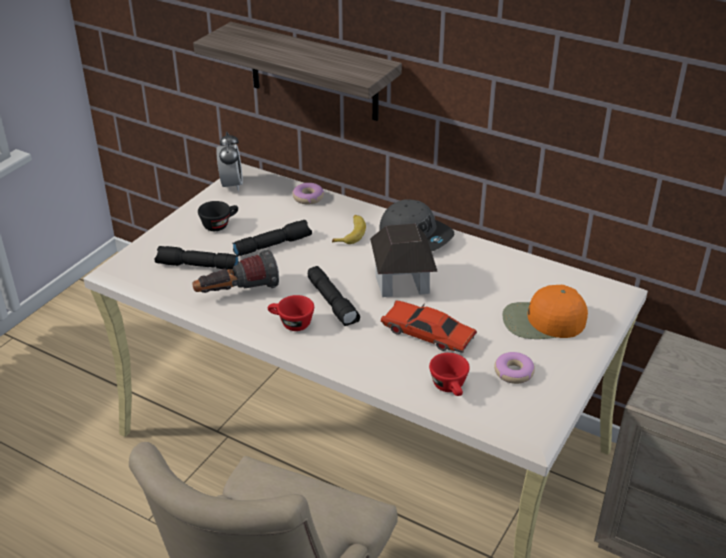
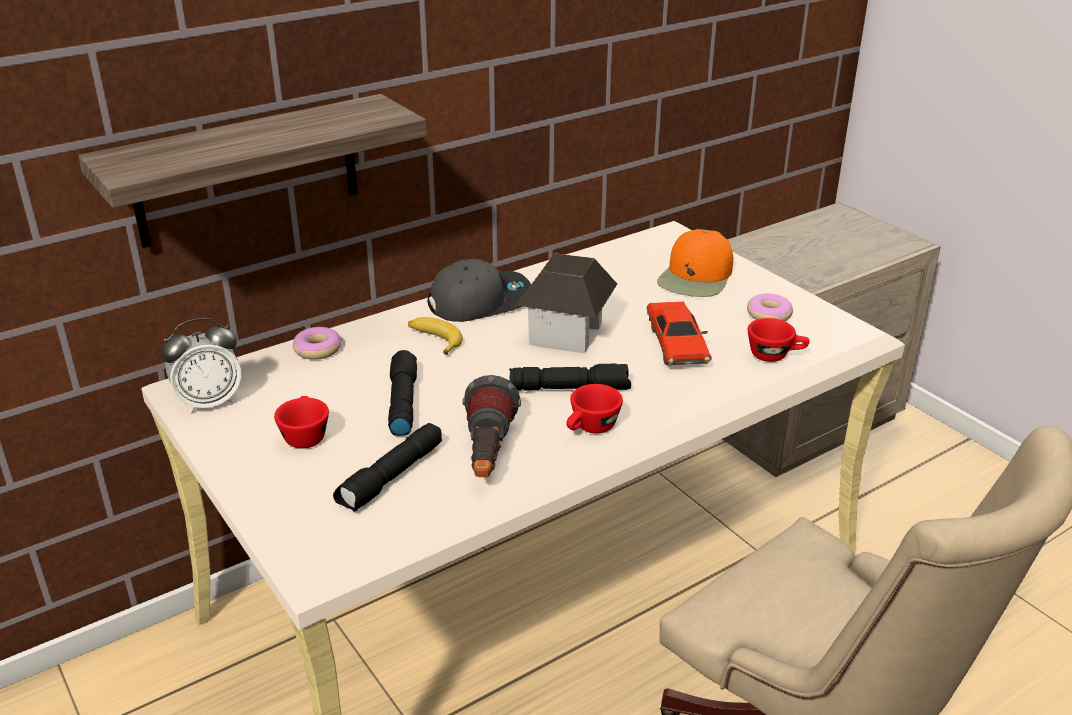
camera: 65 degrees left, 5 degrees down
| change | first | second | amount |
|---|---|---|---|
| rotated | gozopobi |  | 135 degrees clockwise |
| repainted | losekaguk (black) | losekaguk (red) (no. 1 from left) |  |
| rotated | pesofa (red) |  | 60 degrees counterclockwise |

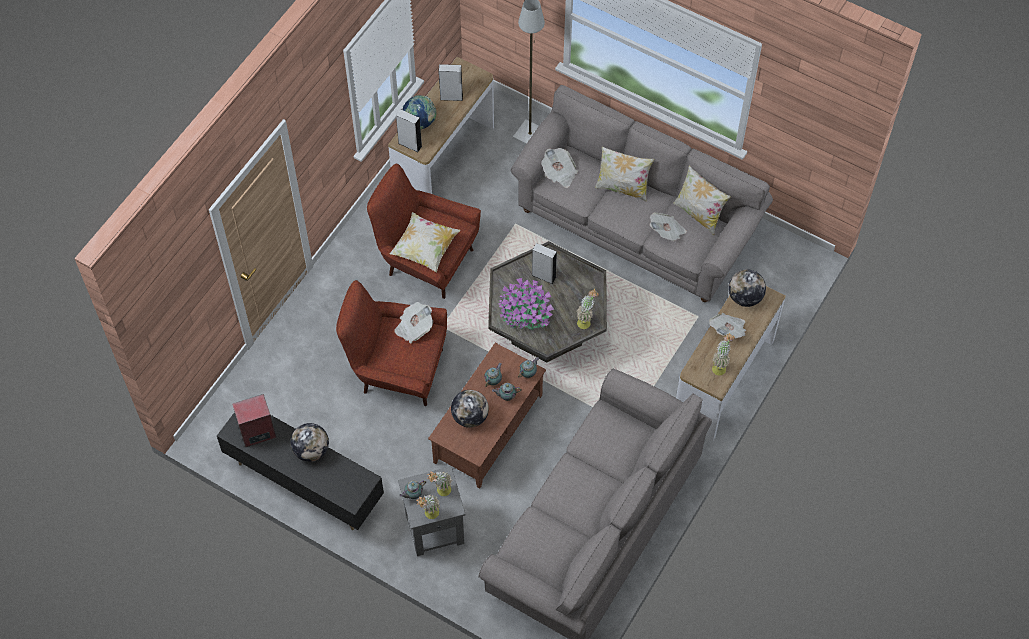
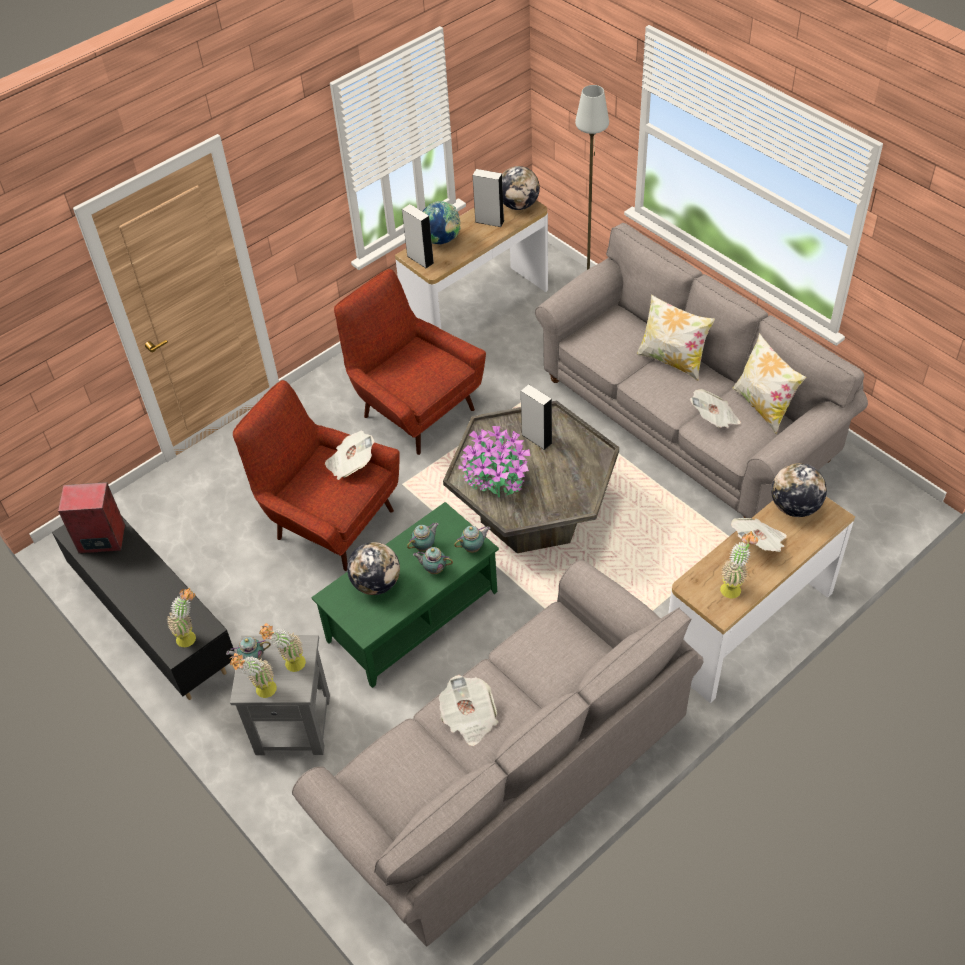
camera: 20 degrees right, 10 degrees down
| change | first | second | amount |
|---|---|---|---|
| shifted | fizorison (no. 4 from left in the first image) | fizorison (no. 1 from left) |  |
| repainted | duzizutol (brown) | duzizutol (green) |  |
| shifted | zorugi (no. 2 from left) |  |  |
| shifted | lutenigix (no. 1 from left in the first image) | lutenigix (no. 3 from left) |  |
| gone | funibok (no. 1 from left) |  |  |

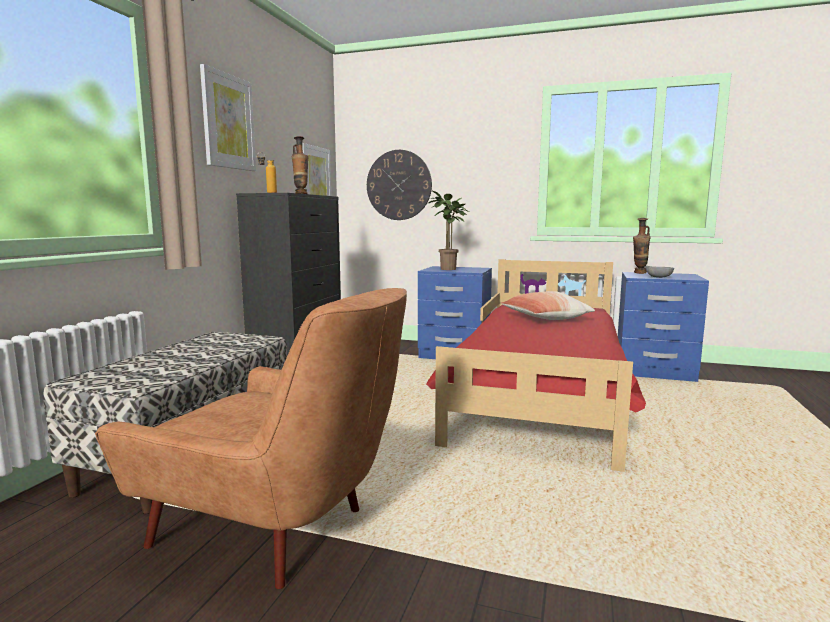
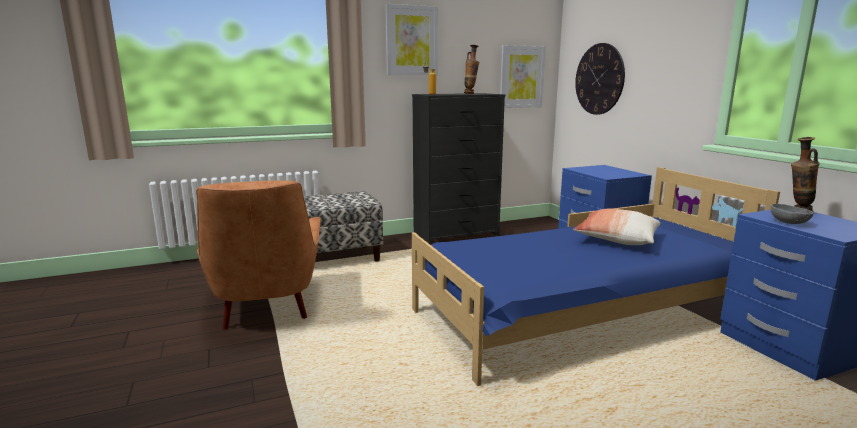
camera: 50 degrees right, 5 degrees up
| change | first | second | amount |
|---|---|---|---|
| repainted | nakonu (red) | nakonu (blue) |  |
| gone | fizorison |  |  |

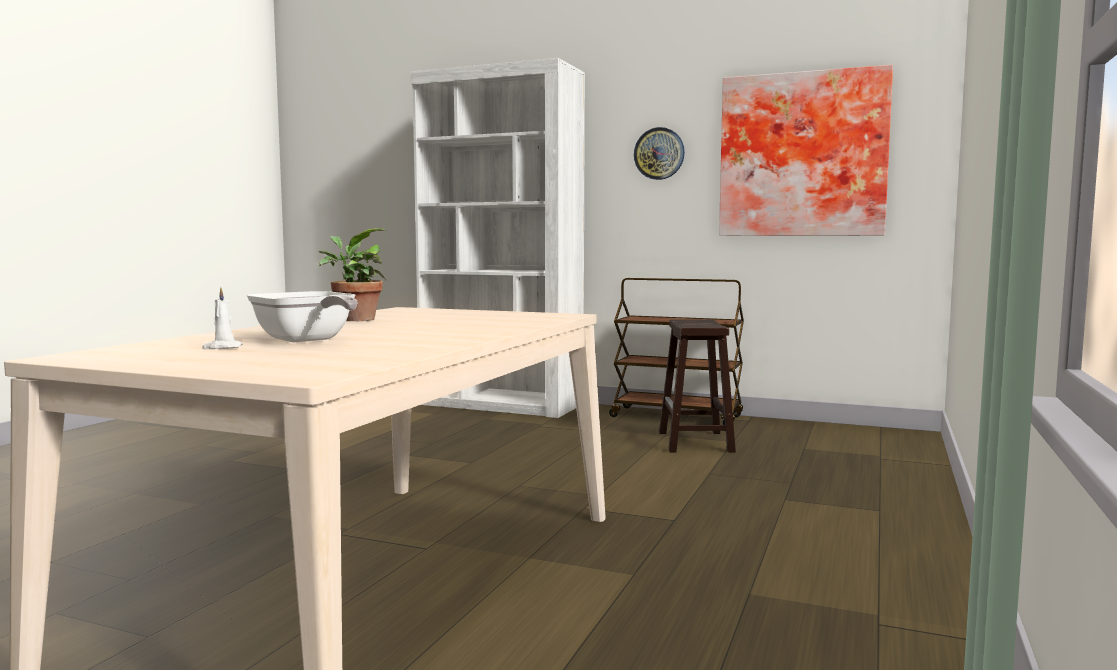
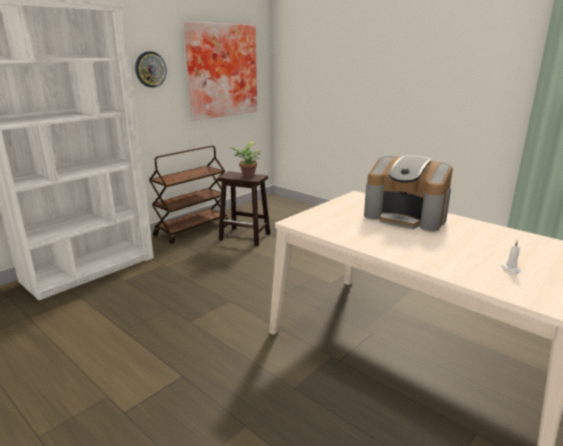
camera: 70 degrees left, 15 degrees up
| change | first | second | amount |
|---|---|---|---|
| shifted | fizorison |  |  |
| new |  | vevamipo |  |
| gone | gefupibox |  |  |

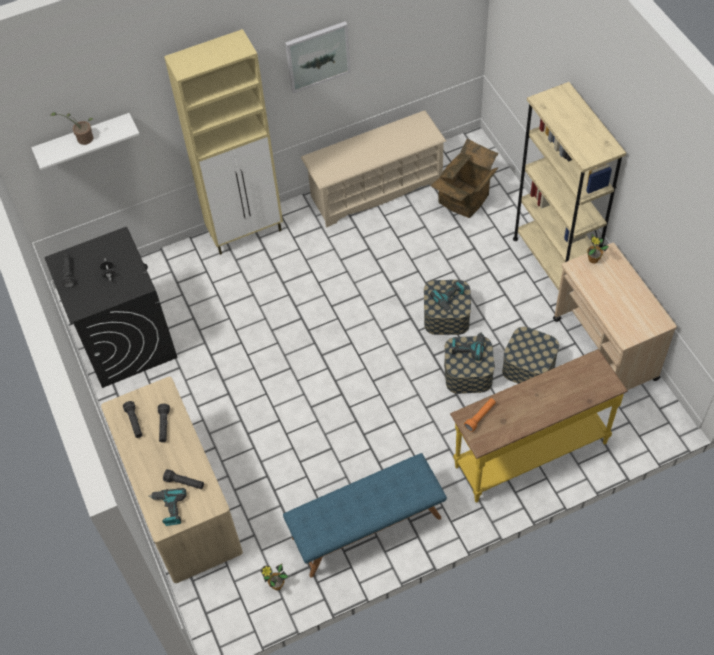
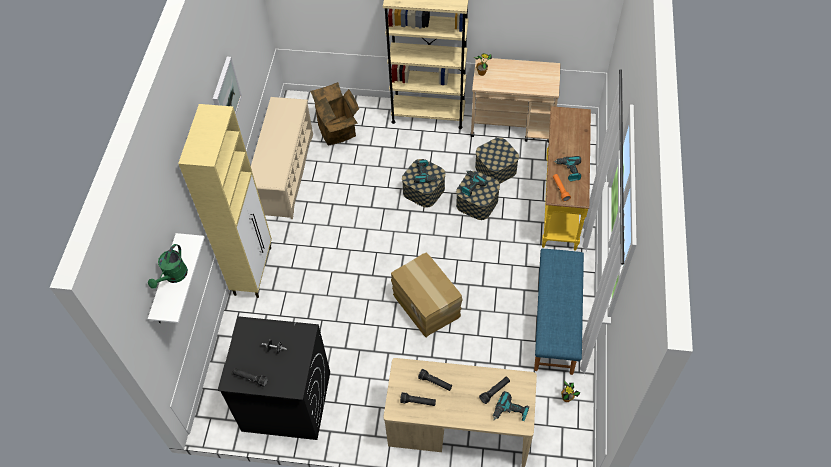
camera: 60 degrees left, 0 degrees up
| change | first | second | amount |
|---|---|---|---|
| swapped | fizorison (no. 1 from left) | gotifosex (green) |  |
| new |  | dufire (no. 2 from left) |  |
| new |  | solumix (no. 4 from left) |  |

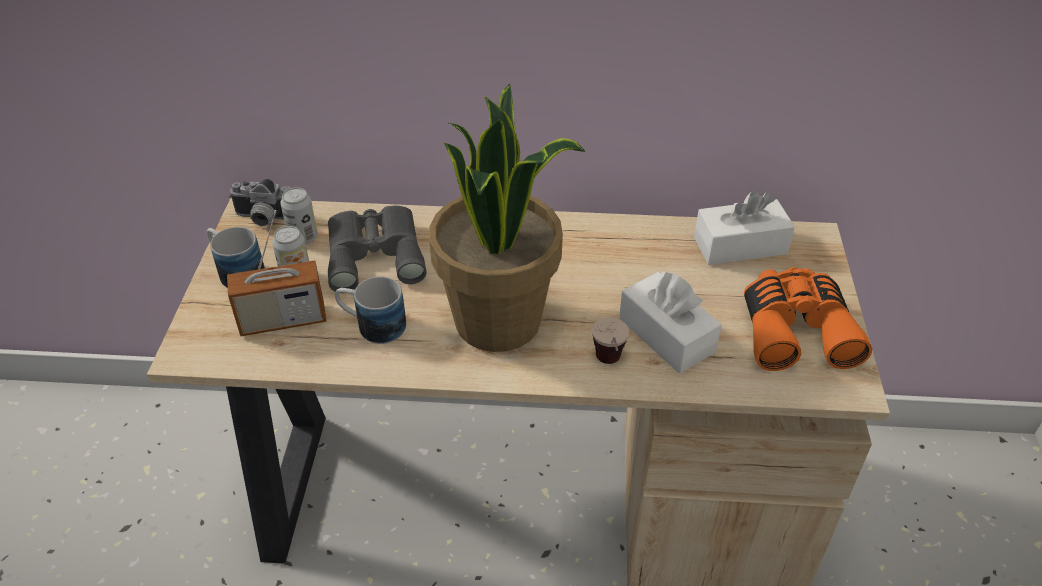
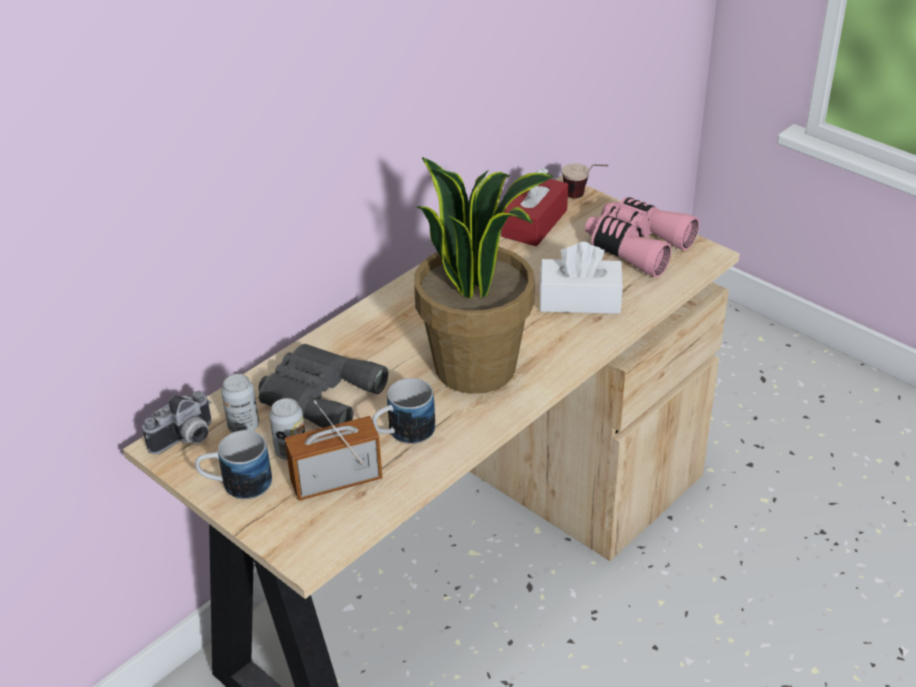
camera: 50 degrees left, 5 degrees down
| change | first | second | amount |
|---|---|---|---|
| rotated | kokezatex |  | 135 degrees counterclockwise |
| repainted | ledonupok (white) (no. 2 from left) | ledonupok (red) |  |
| shifted | losekaguk |  |  |
| repainted | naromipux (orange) | naromipux (pink) |  |

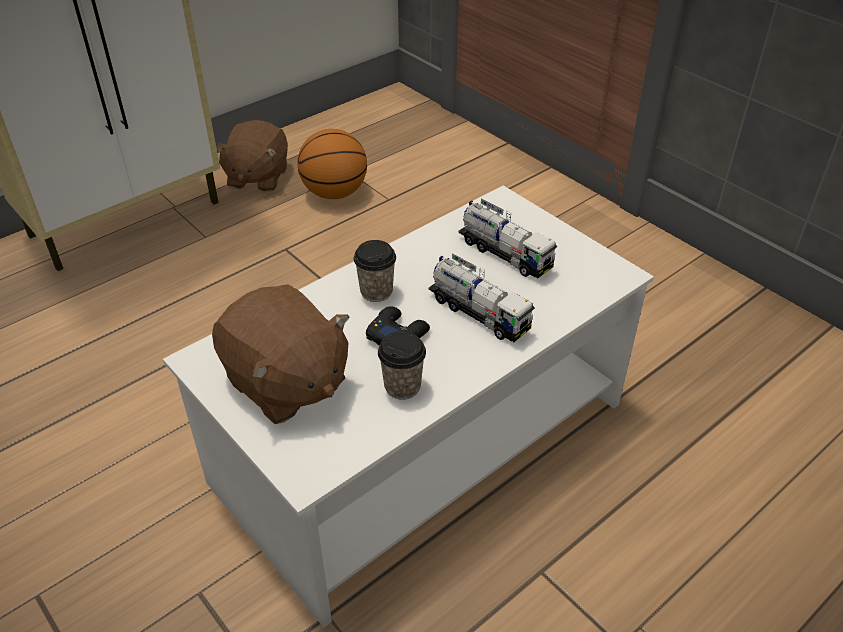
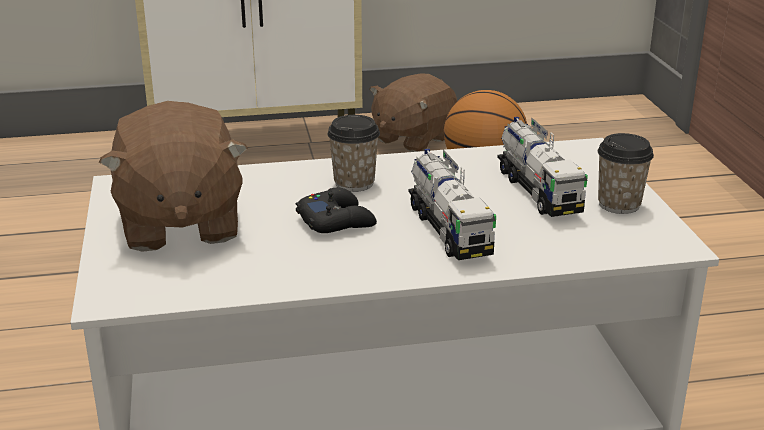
camera: 30 degrees right, 15 degrees down
| change | first | second | amount |
|---|---|---|---|
| shifted | losekaguk (no. 2 from left) |  |  |

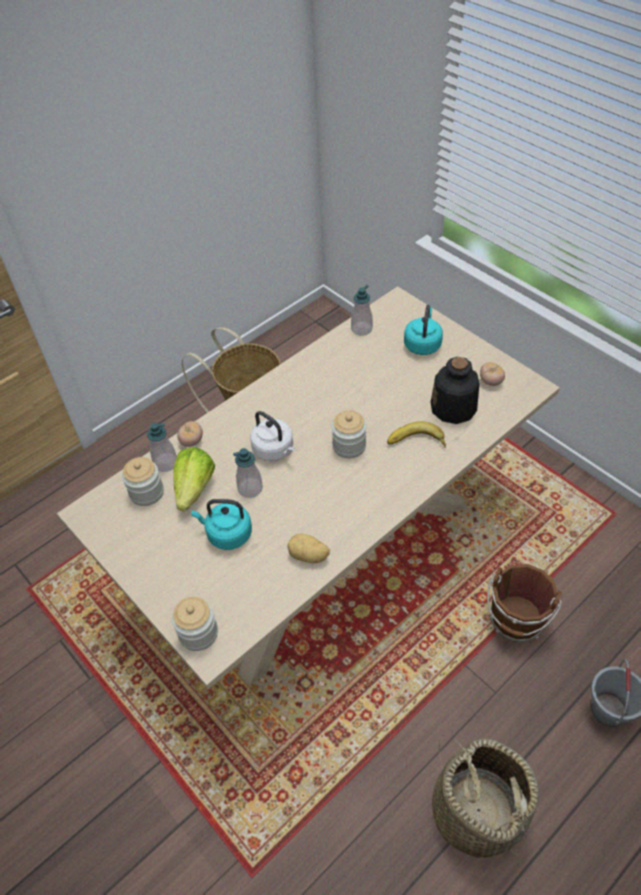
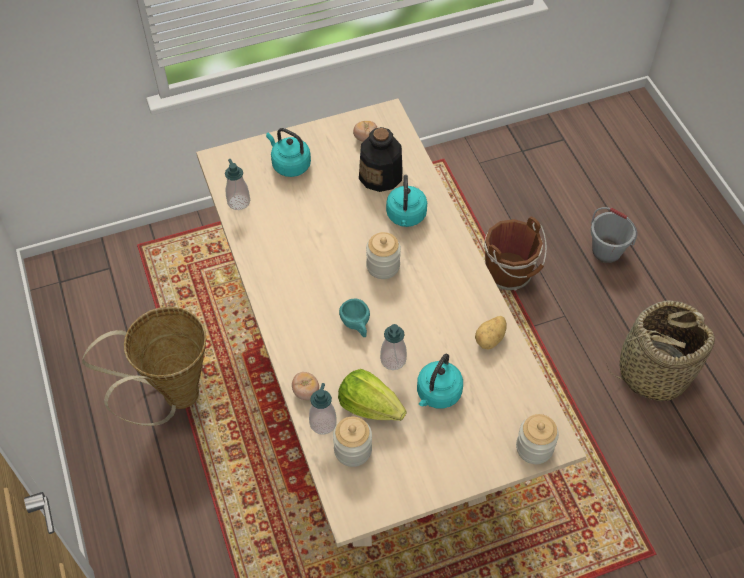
camera: 70 degrees left, 5 degrees up
| change | first | second | amount |
|---|---|---|---|
| swapped | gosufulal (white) | losekaguk (turquoise) |  |
| swapped | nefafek | gosufulal (turquoise) (no. 2 from left) |  |

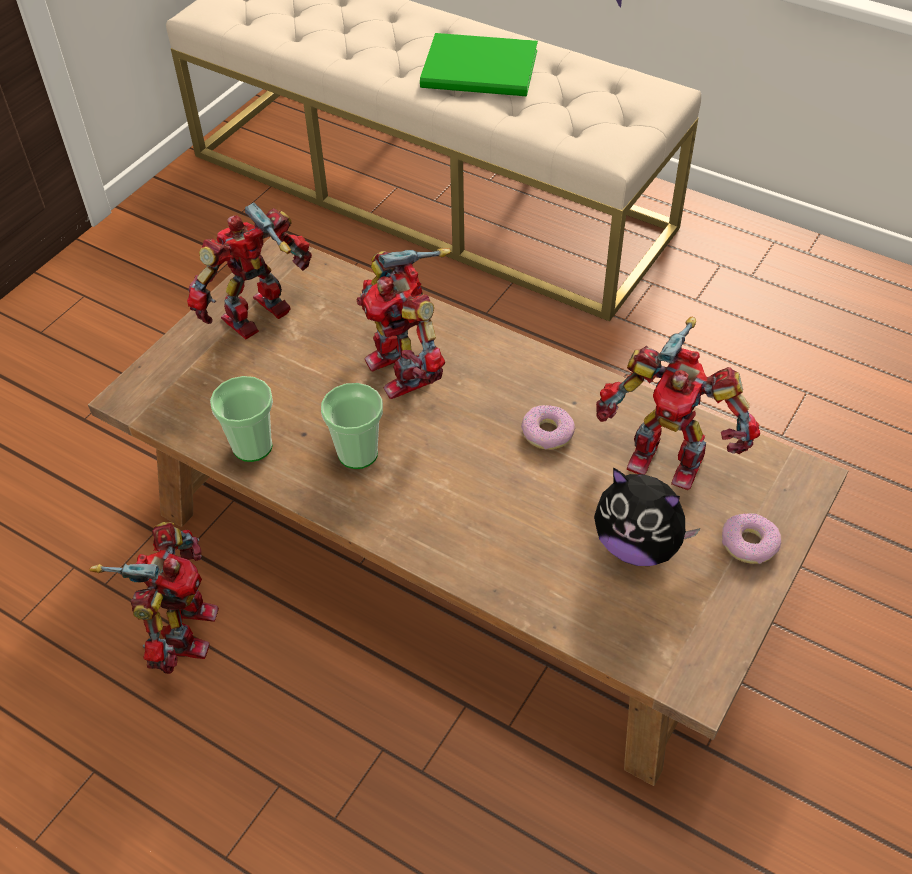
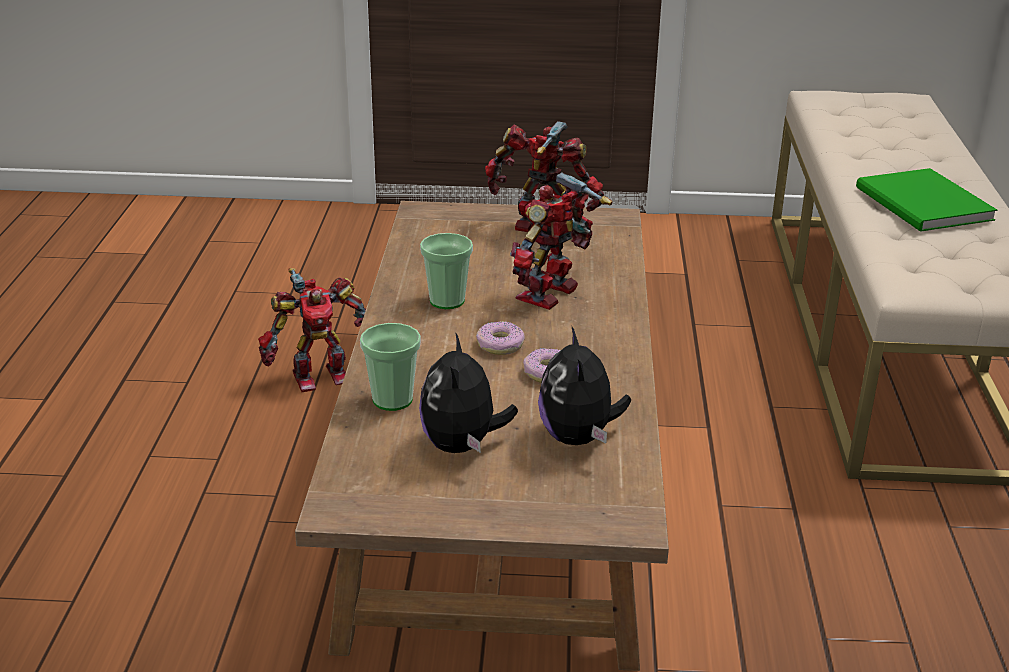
camera: 60 degrees right, 20 degrees down
| change | first | second | amount |
|---|---|---|---|
| shifted | losekaguk (no. 1 from left) |  |  |
| shifted | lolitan (no. 2 from left in the first image) | lolitan (no. 1 from left) |  |
| swapped | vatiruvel (no. 4 from left) | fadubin (no. 2 from left) |  |

